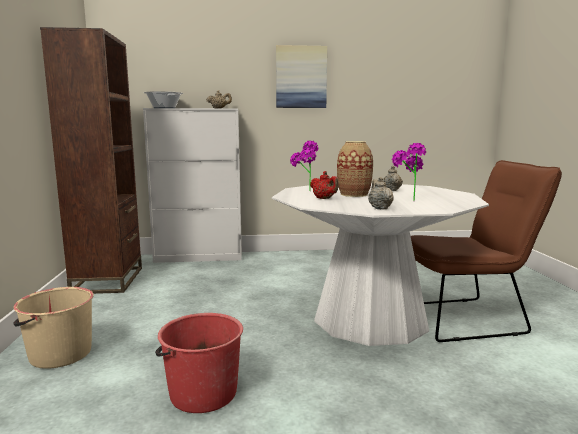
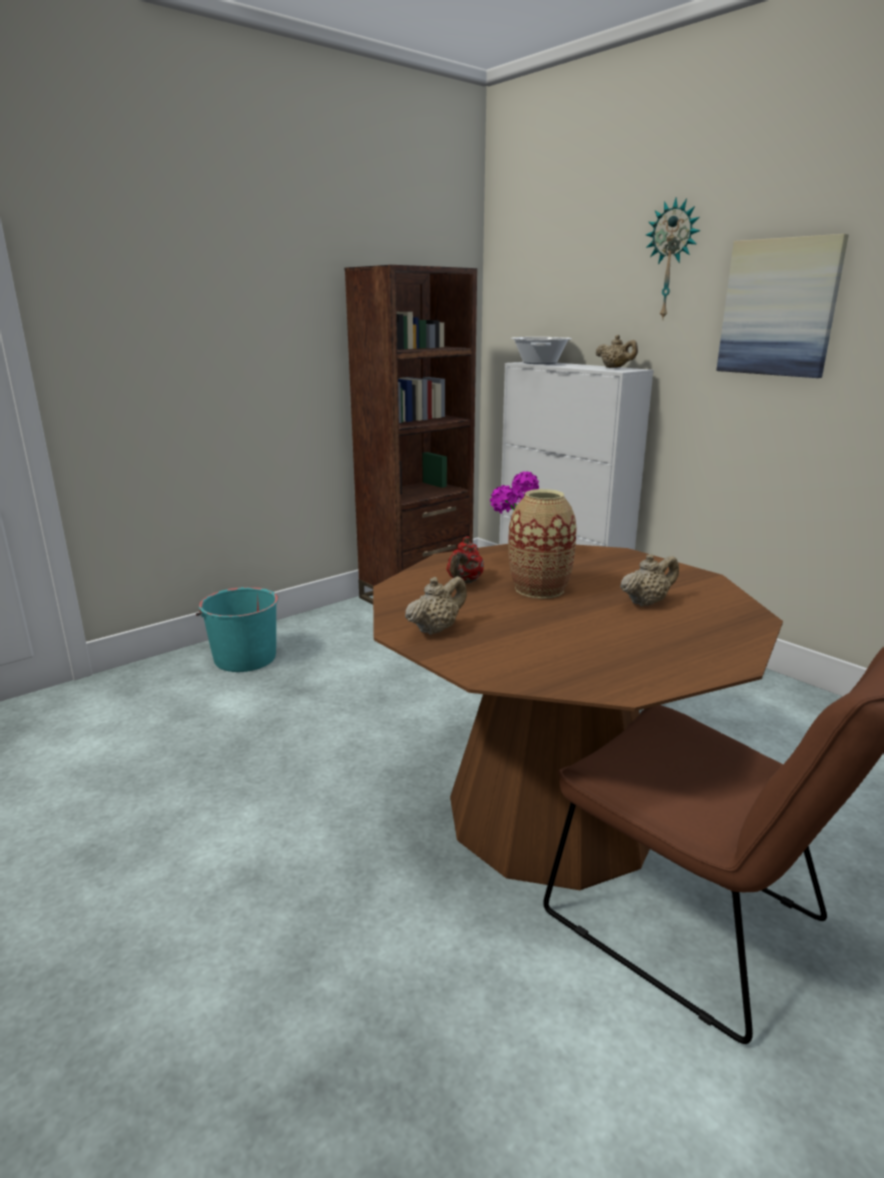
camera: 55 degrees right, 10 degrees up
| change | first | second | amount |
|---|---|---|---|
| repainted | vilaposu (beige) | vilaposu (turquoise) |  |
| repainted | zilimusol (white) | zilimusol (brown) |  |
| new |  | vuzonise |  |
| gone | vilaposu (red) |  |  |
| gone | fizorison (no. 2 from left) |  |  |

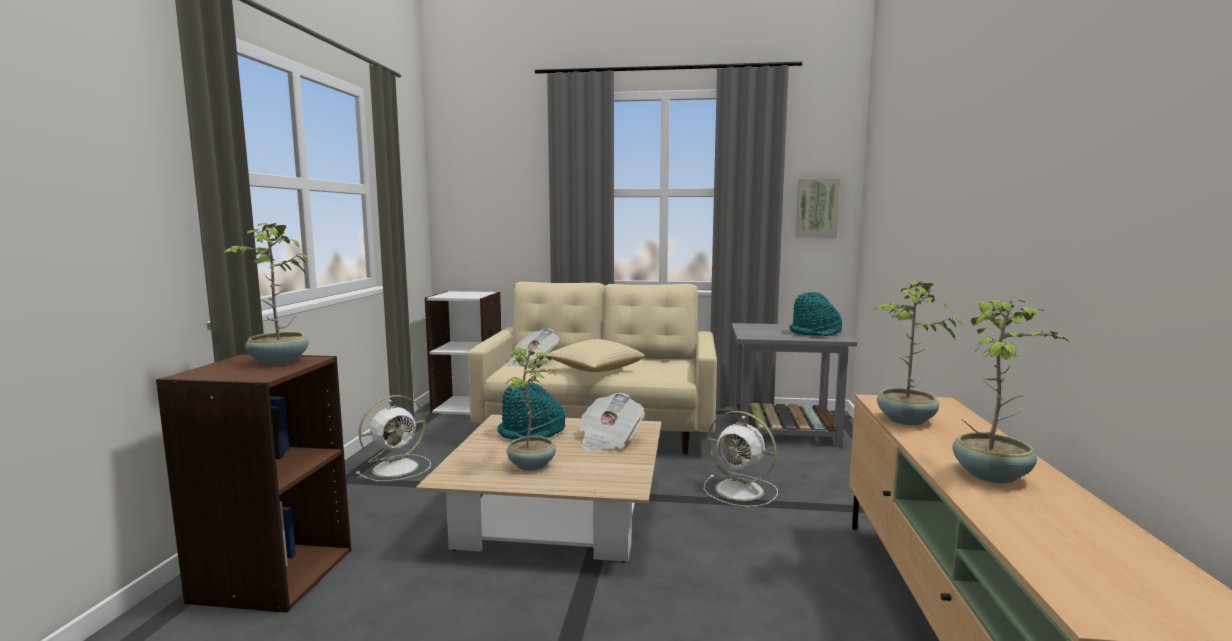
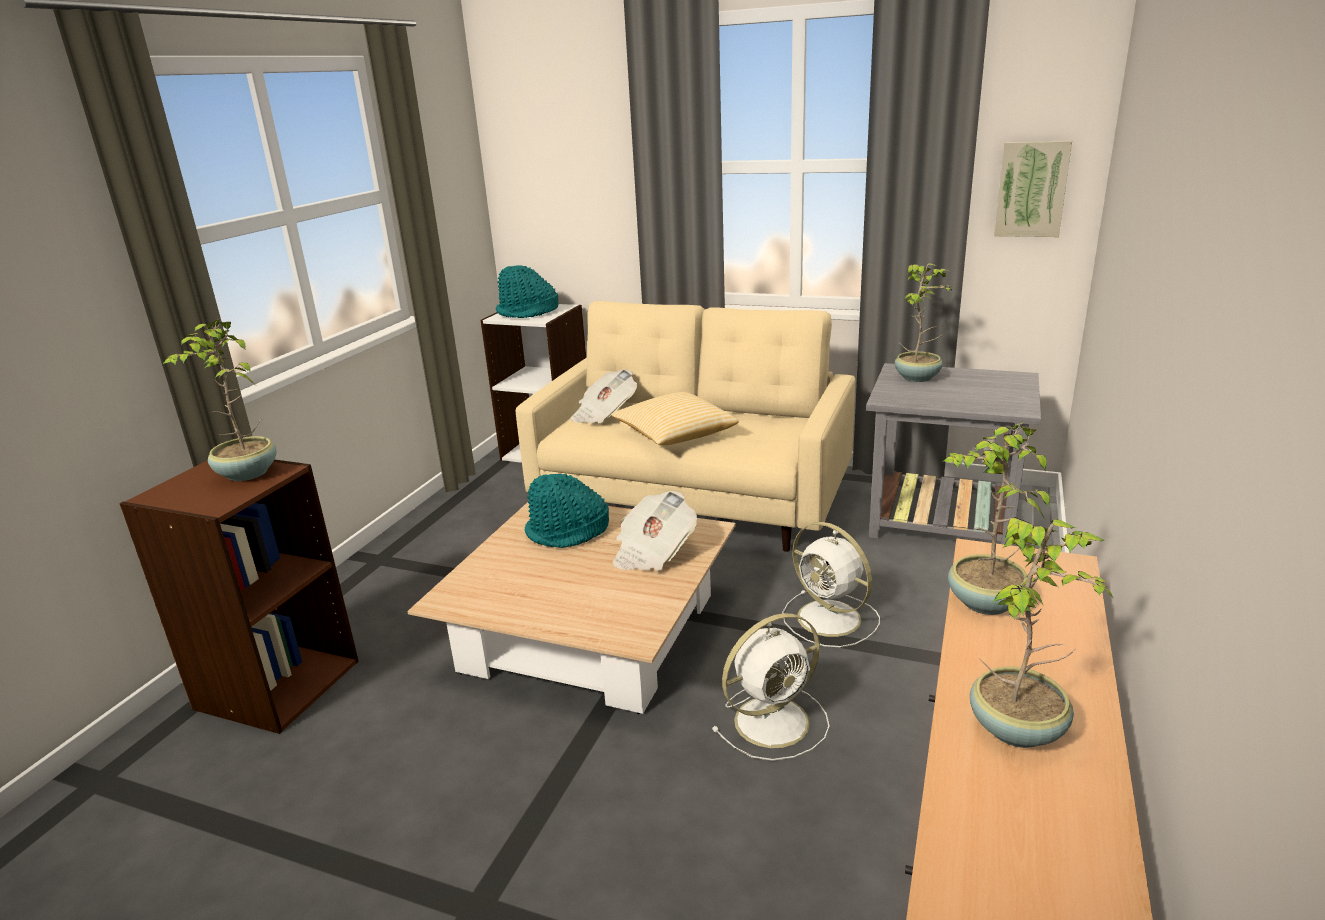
camera: 15 degrees right, 15 degrees up
| change | first | second | amount |
|---|---|---|---|
| shifted | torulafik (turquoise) (no. 2 from left in the first image) | torulafik (turquoise) (no. 1 from left) |  |
| shifted | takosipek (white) (no. 1 from left) |  |  |
| shifted | fizorison (no. 2 from left) |  |  |

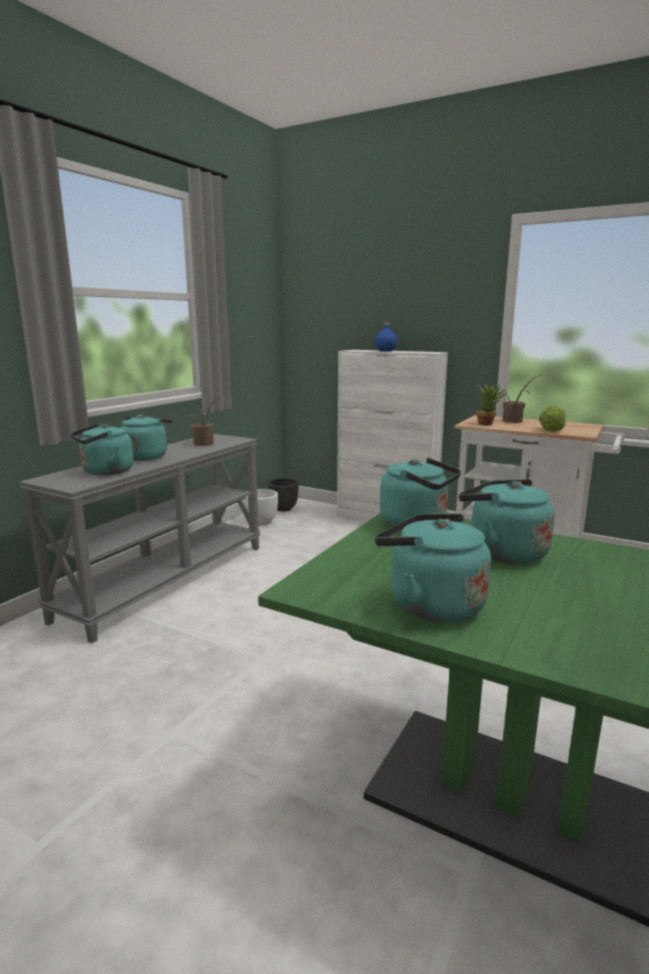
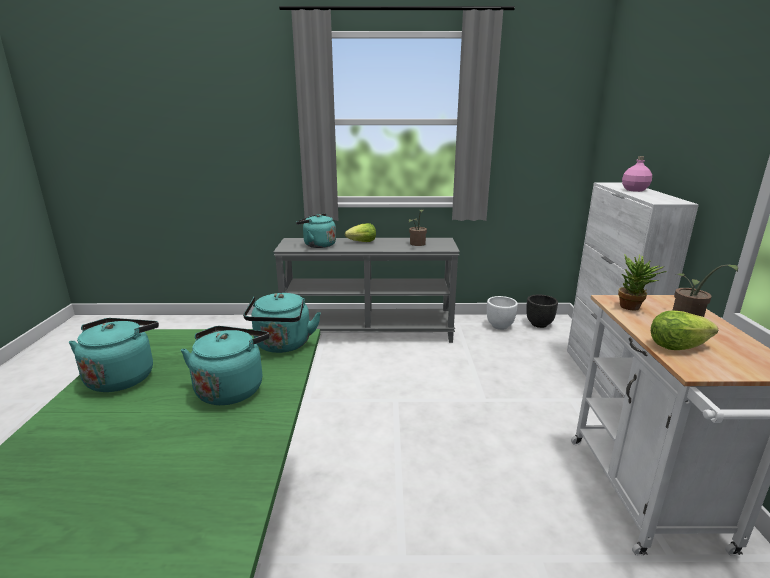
camera: 60 degrees right, 5 degrees up
| change | first | second | amount |
|---|---|---|---|
| swapped | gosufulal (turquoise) (no. 2 from left) | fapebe (no. 1 from left) |  |
| repainted | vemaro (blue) | vemaro (pink) |  |

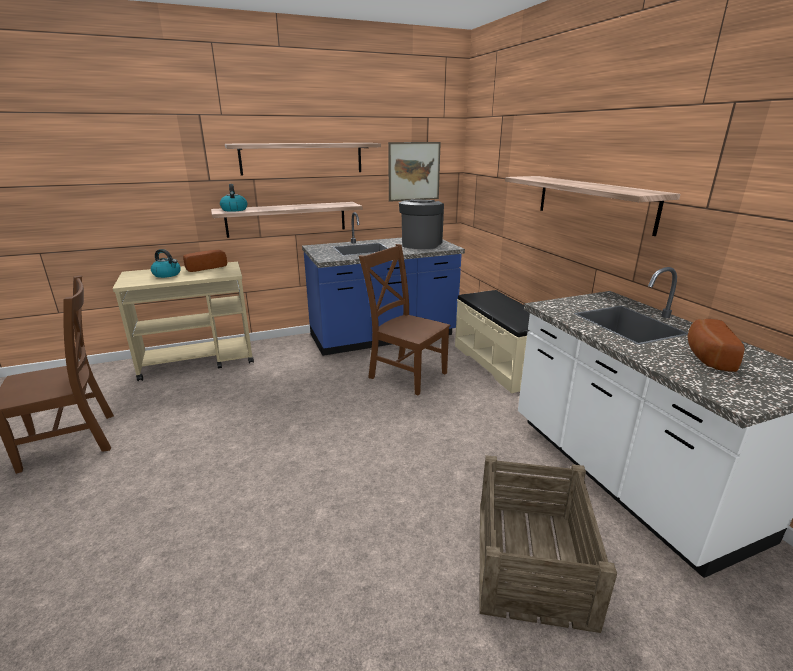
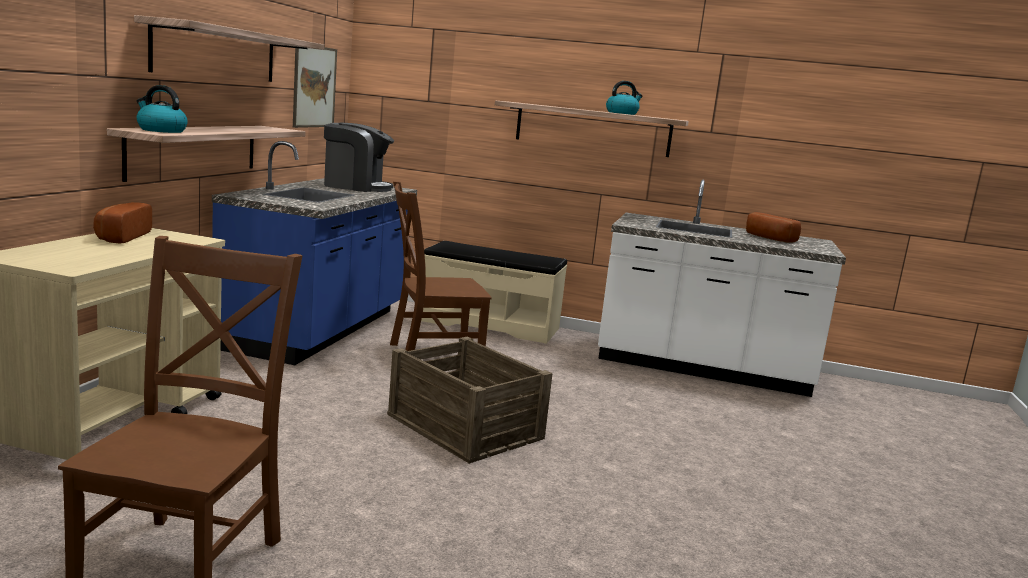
camera: 55 degrees left, 10 degrees down
| change | first | second | amount |
|---|---|---|---|
| rotated | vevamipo |  | 135 degrees clockwise |
| shifted | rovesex |  |  |
| shifted | gosufulal (no. 1 from left in the first image) | gosufulal (no. 2 from left) |  |

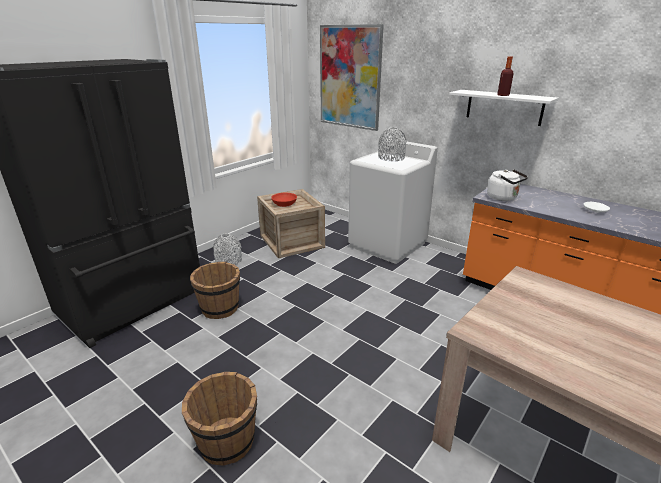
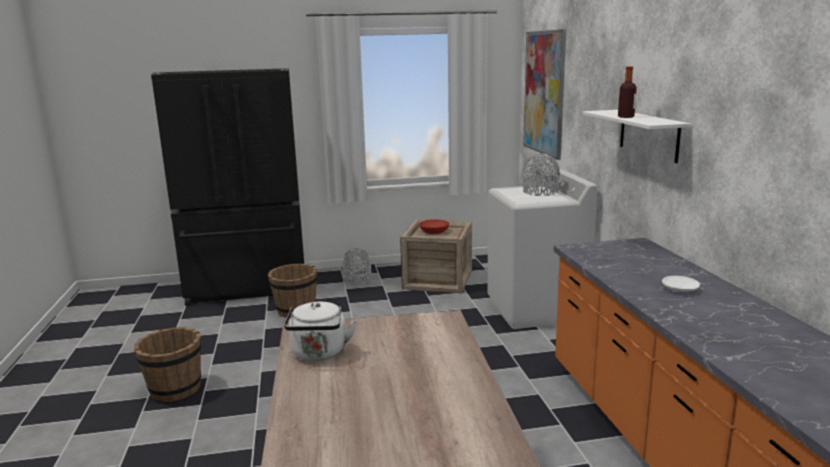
camera: 40 degrees right, 10 degrees down
| change | first | second | amount |
|---|---|---|---|
| shifted | gosufulal (white) |  |  |

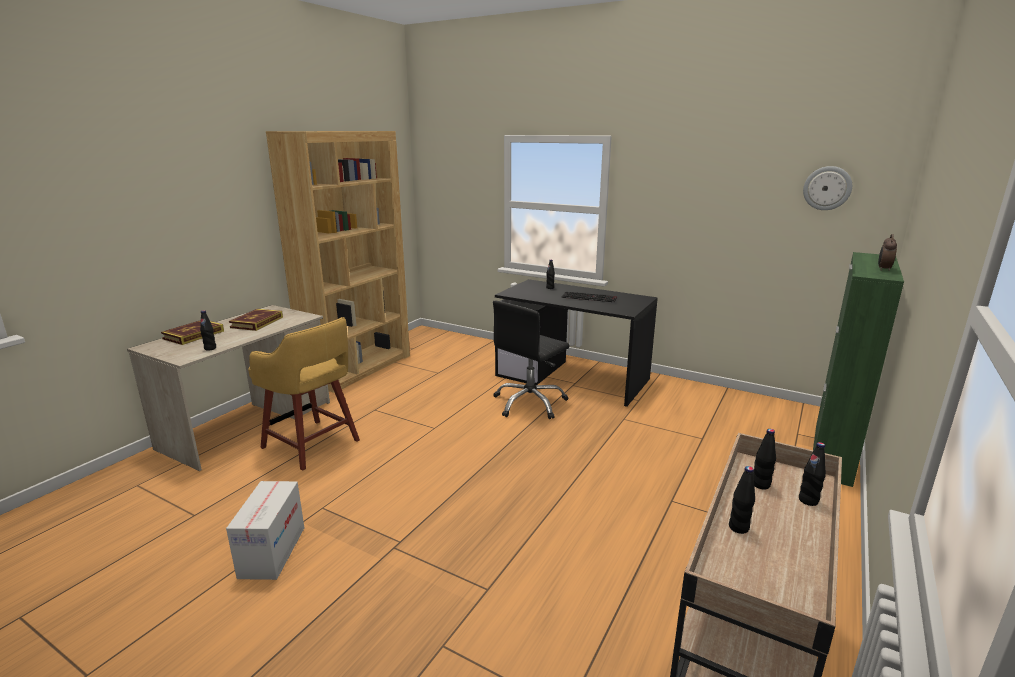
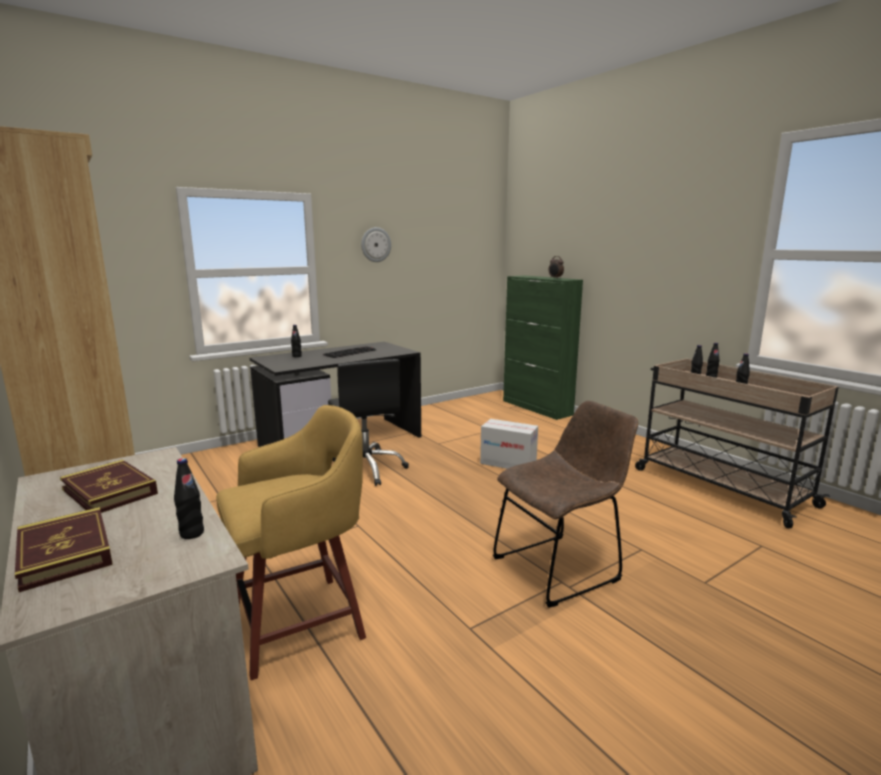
camera: 65 degrees left, 5 degrees down
| change | first | second | amount |
|---|---|---|---|
| shifted | vuzonise |  |  |
| shifted | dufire |  |  |
| new |  | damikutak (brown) |  |

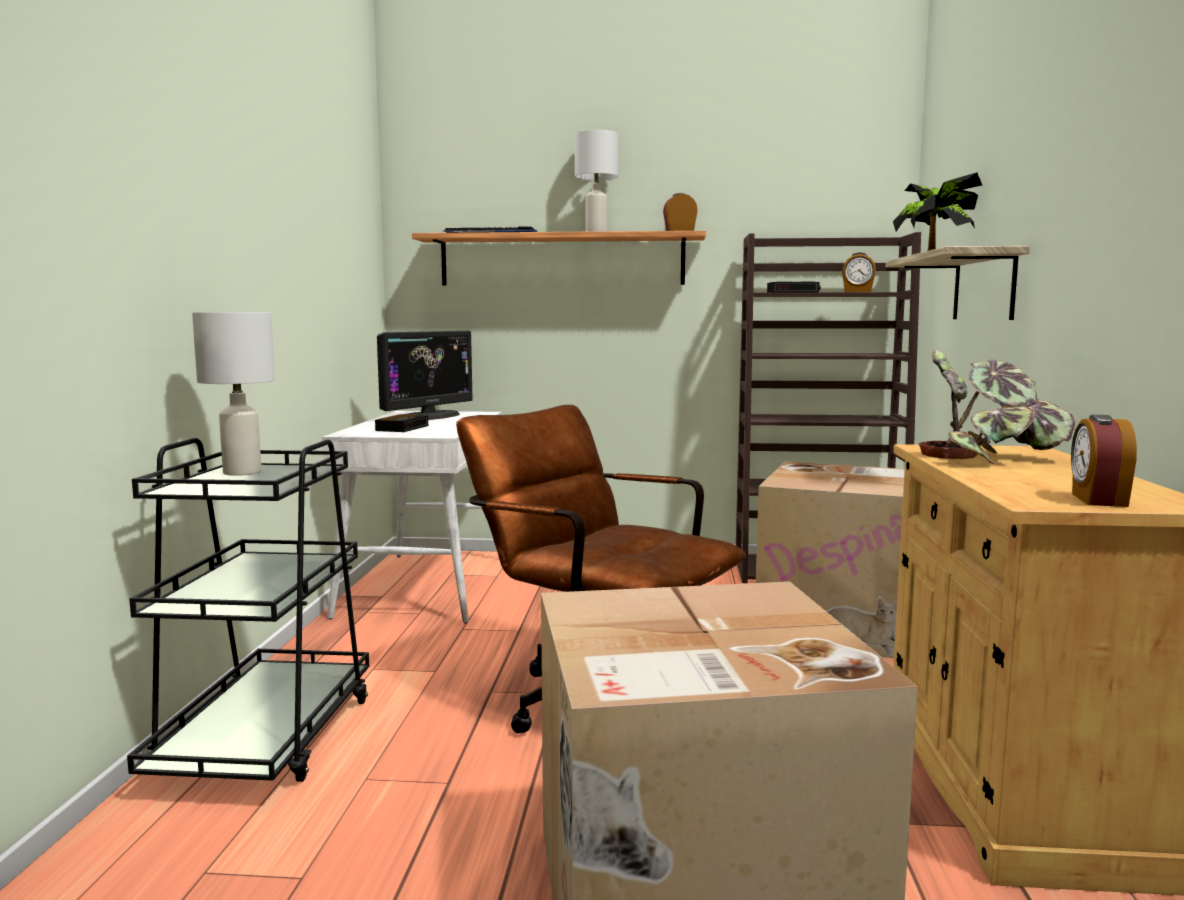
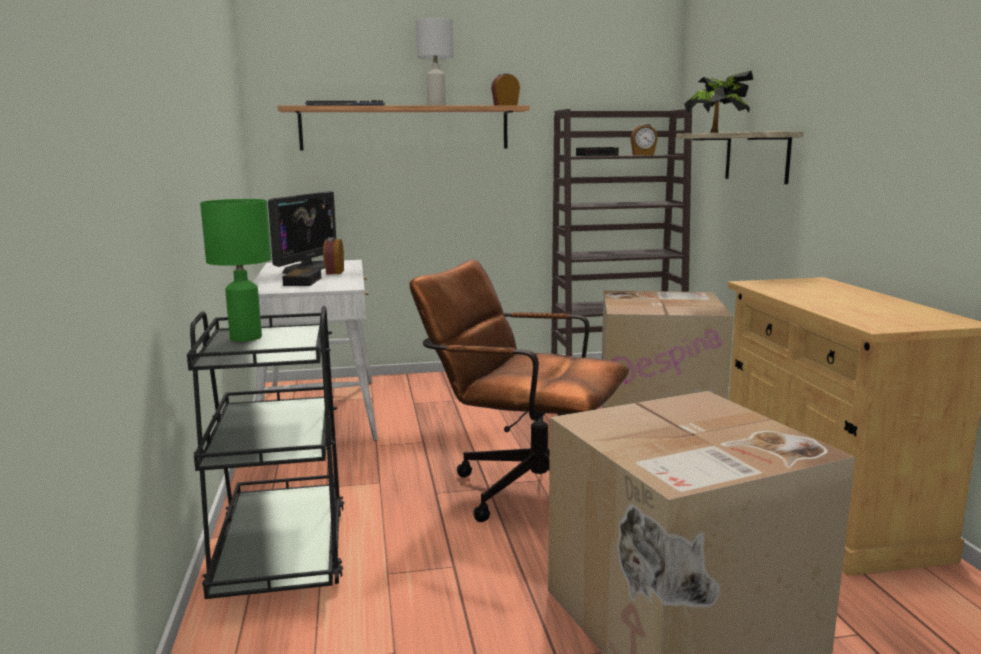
camera: 15 degrees left, 5 degrees up
| change | first | second | amount |
|---|---|---|---|
| repainted | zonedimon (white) (no. 1 from left) | zonedimon (green) |  |
| shifted | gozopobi (no. 5 from left in the first image) | gozopobi (no. 2 from left) |  |
| gone | fizorison (no. 2 from left) |  |  |

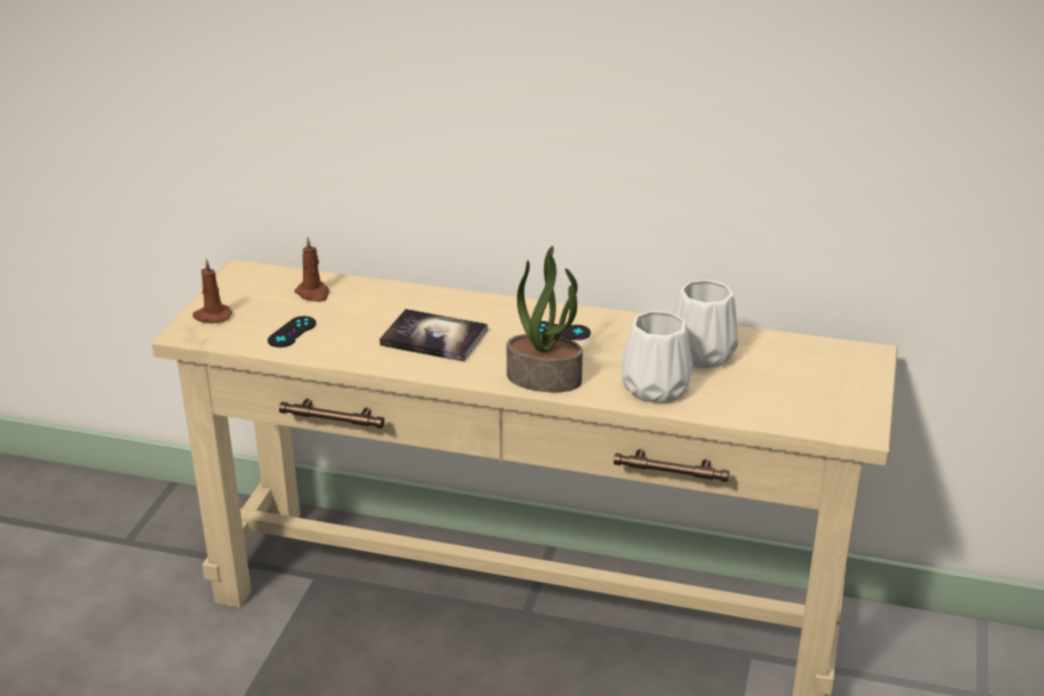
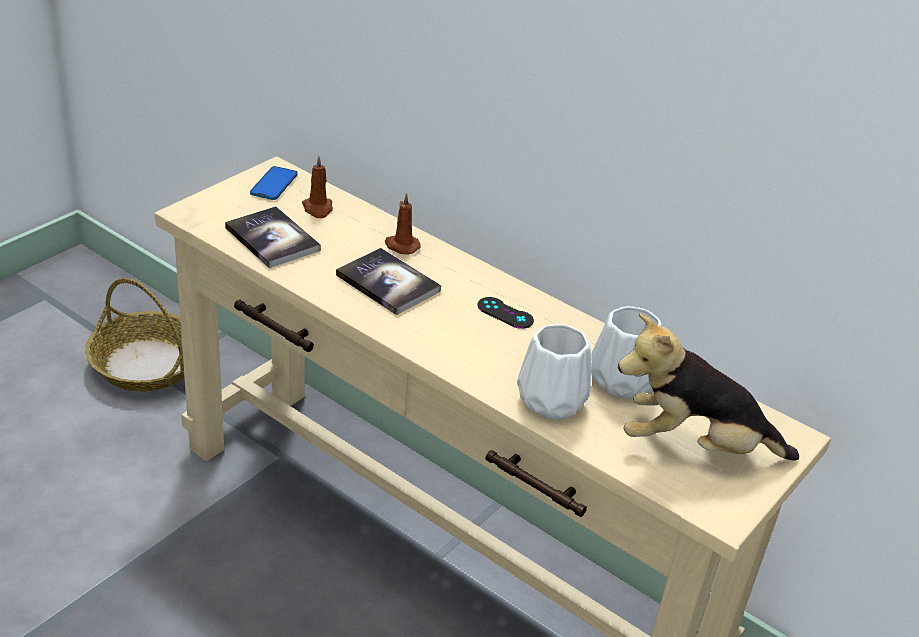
camera: 20 degrees right, 5 degrees up
| change | first | second | amount |
|---|---|---|---|
| new |  | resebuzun |  |
| swapped | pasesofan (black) (no. 1 from left) | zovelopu (no. 1 from left) |  |
| new |  | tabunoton |  |
| shifted | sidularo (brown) (no. 1 from left in the first image) | sidularo (brown) (no. 2 from left) |  |
| new |  | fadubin |  |
| gone | fizorison |  |  |

